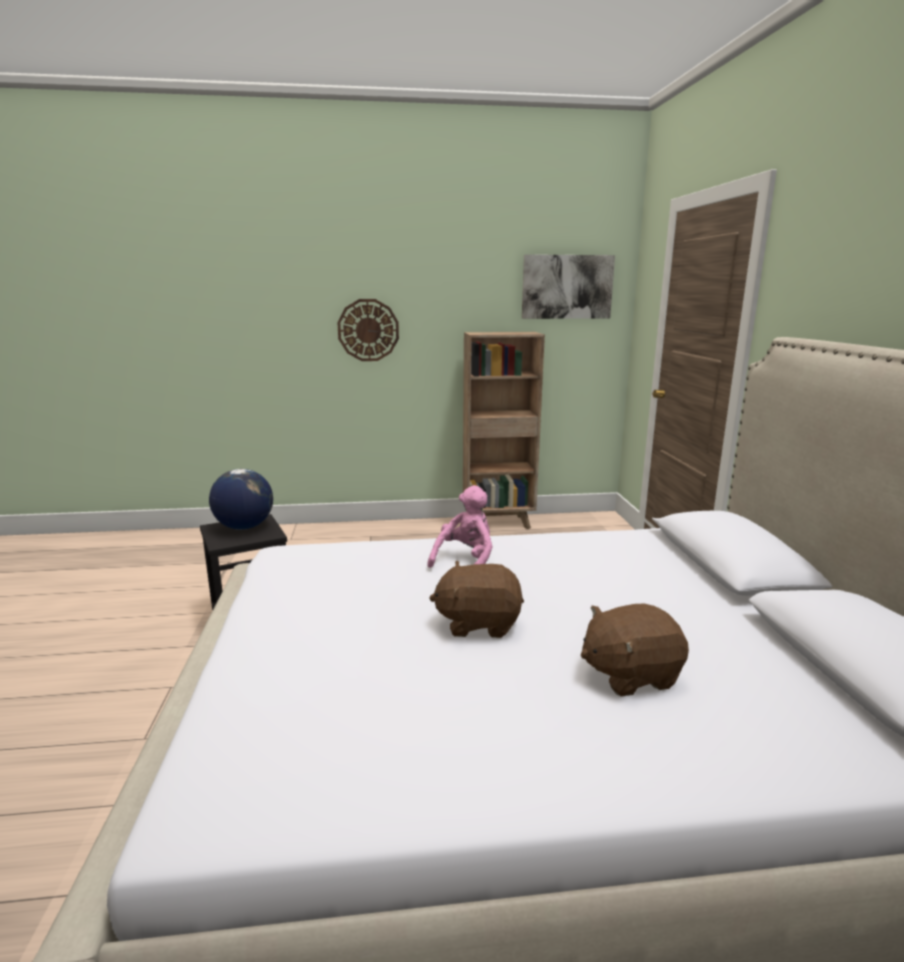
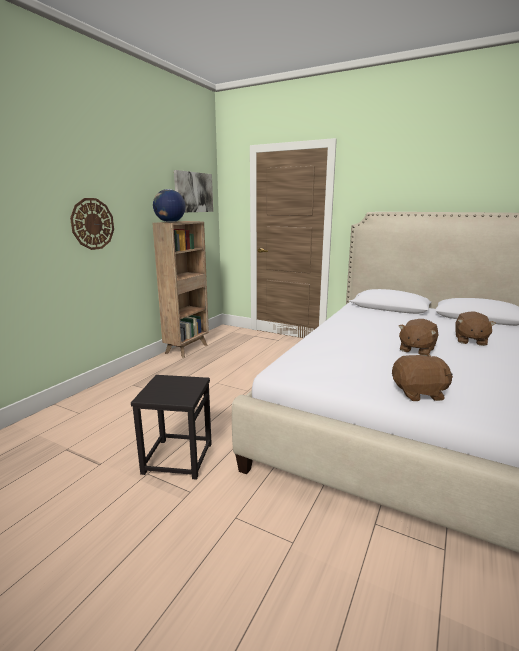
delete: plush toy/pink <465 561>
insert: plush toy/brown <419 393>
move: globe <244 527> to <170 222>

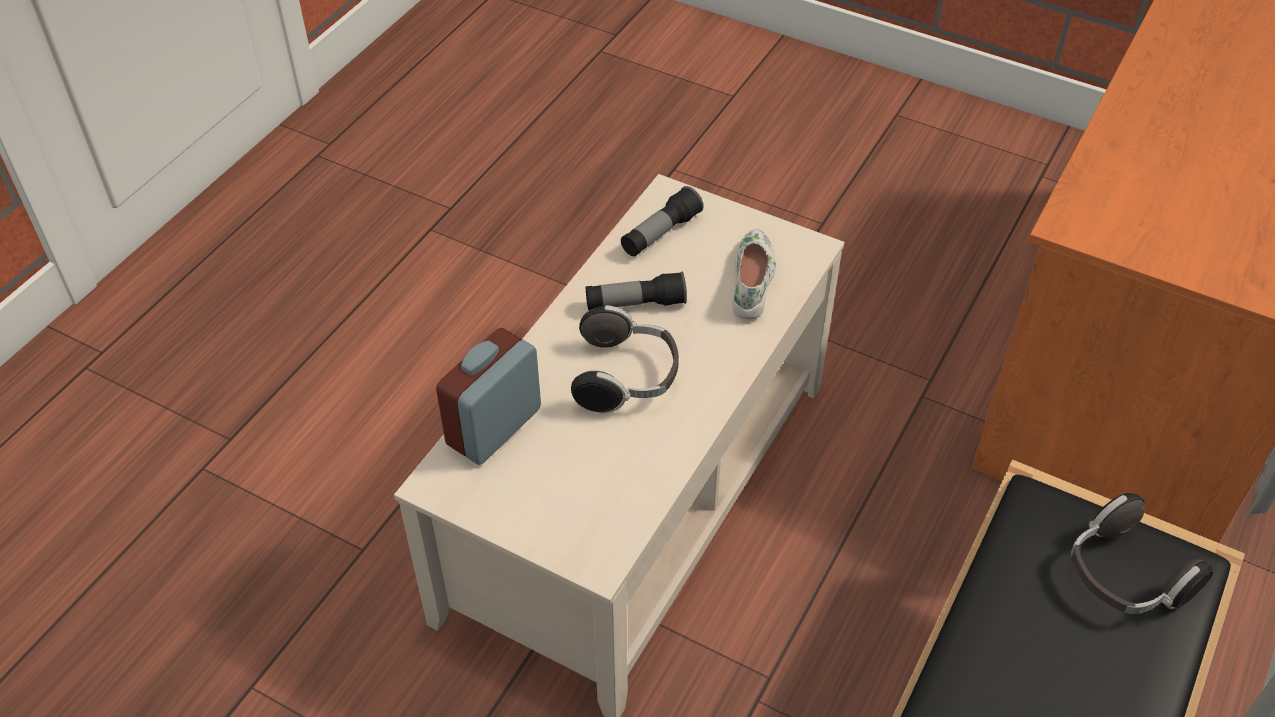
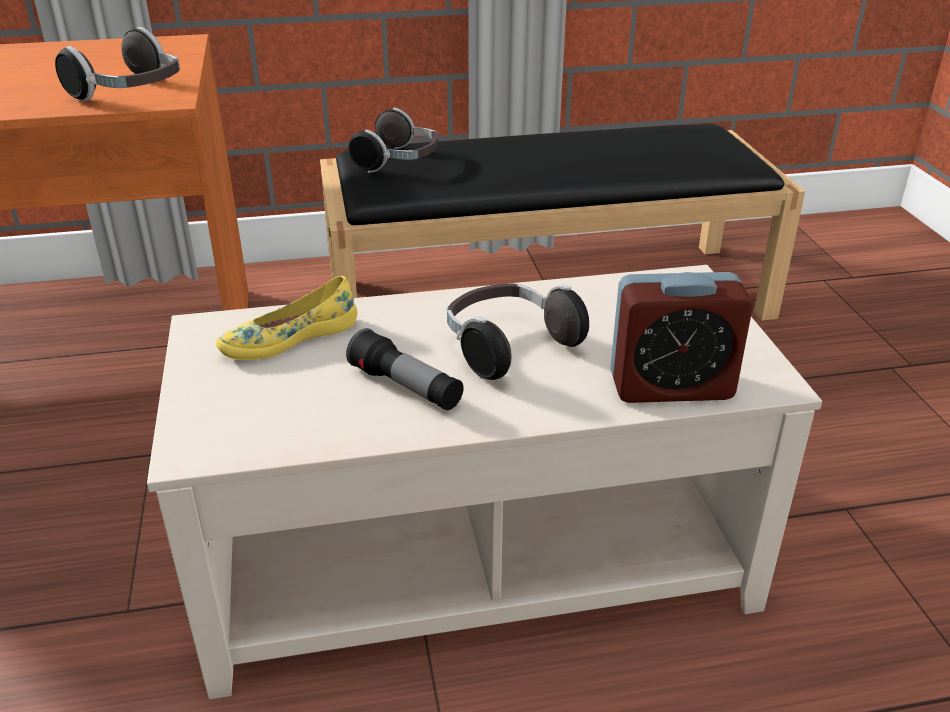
delete: flashlight <660 233>
insert: headphones <131 94>
recolor: shoe/white <753 281> to shoe/yellow <289 338>

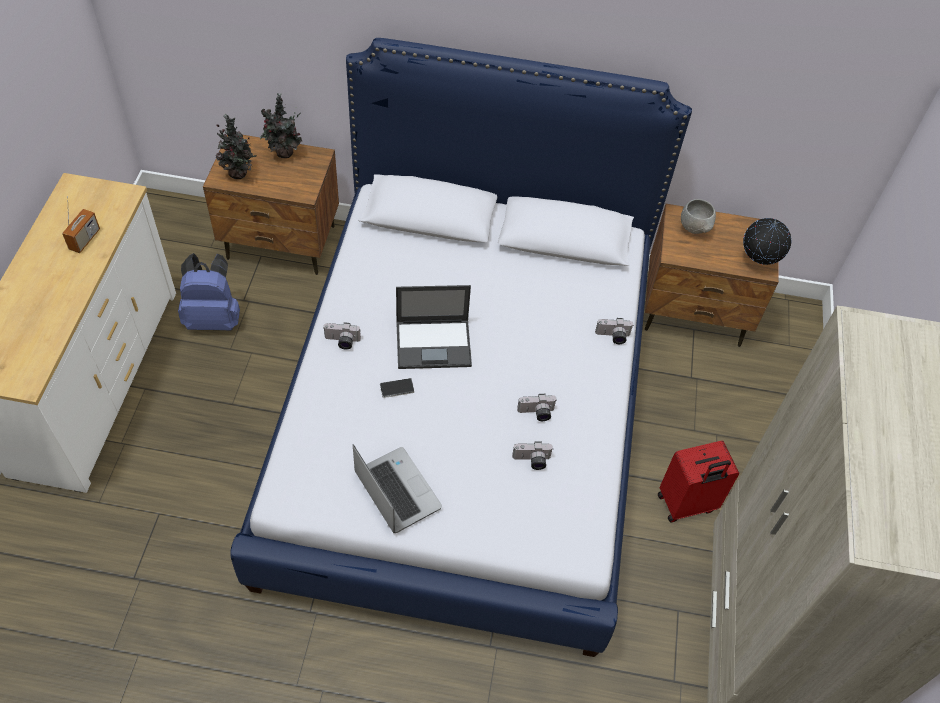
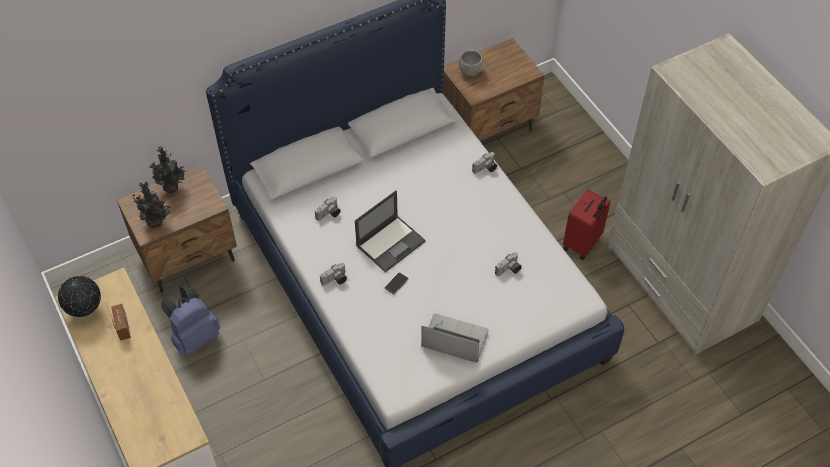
move: photo camera <536 413> to <329 214>; globe <758 261> to <85 310>

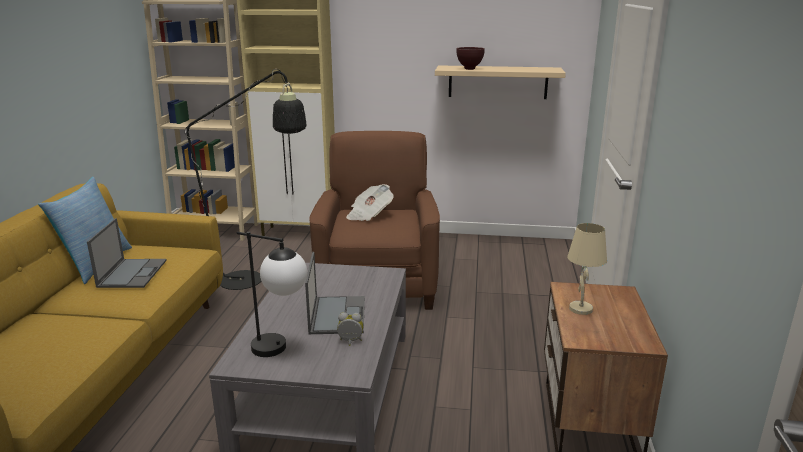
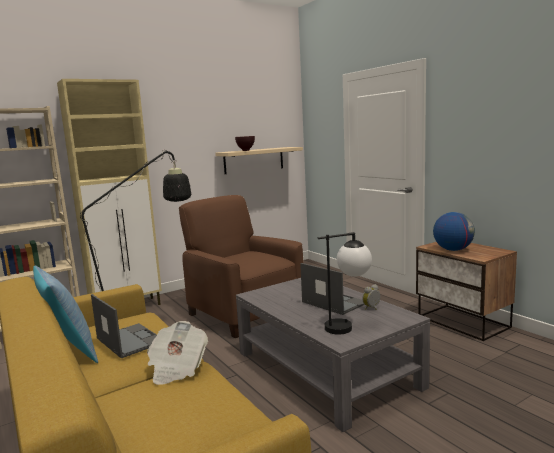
move: newspaper <369 215> to <177 368>
replace: table lamp/beige <580 308> to globe <453 250>

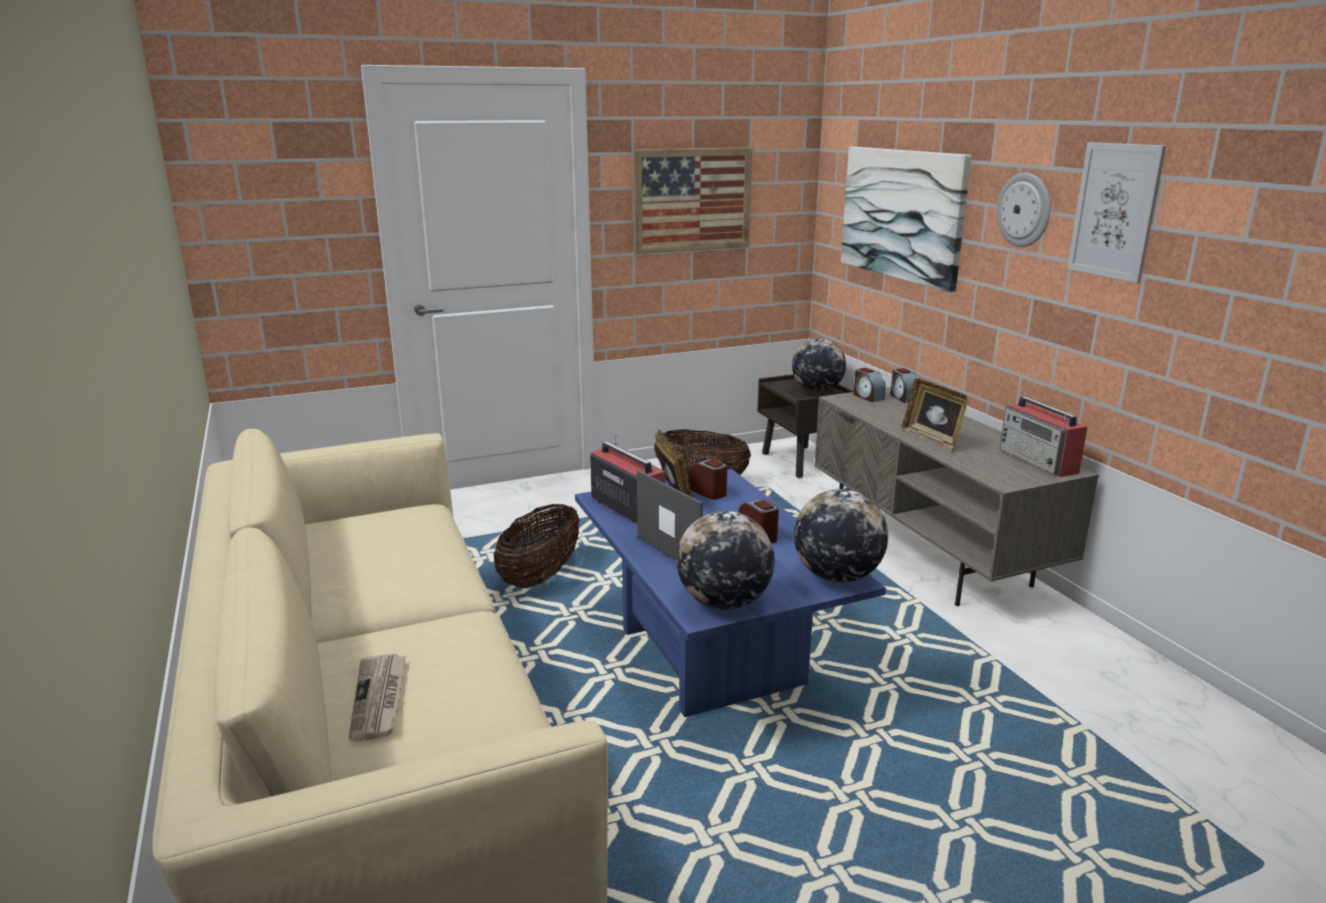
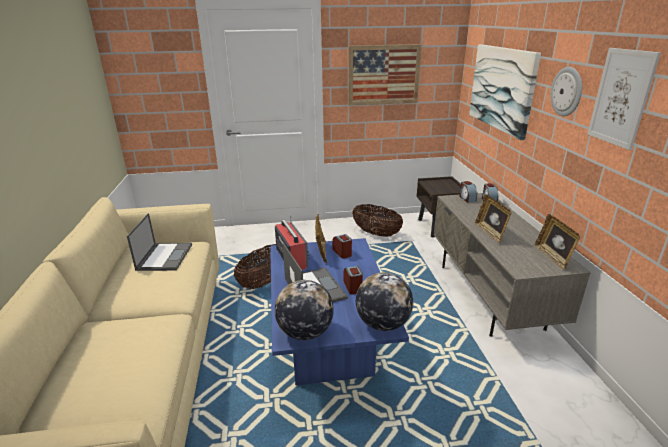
delete: newspaper <380 699>; globe <817 391>
insert: laptop <165 256>
replace: radio <1038 461> to picture frame <553 257>

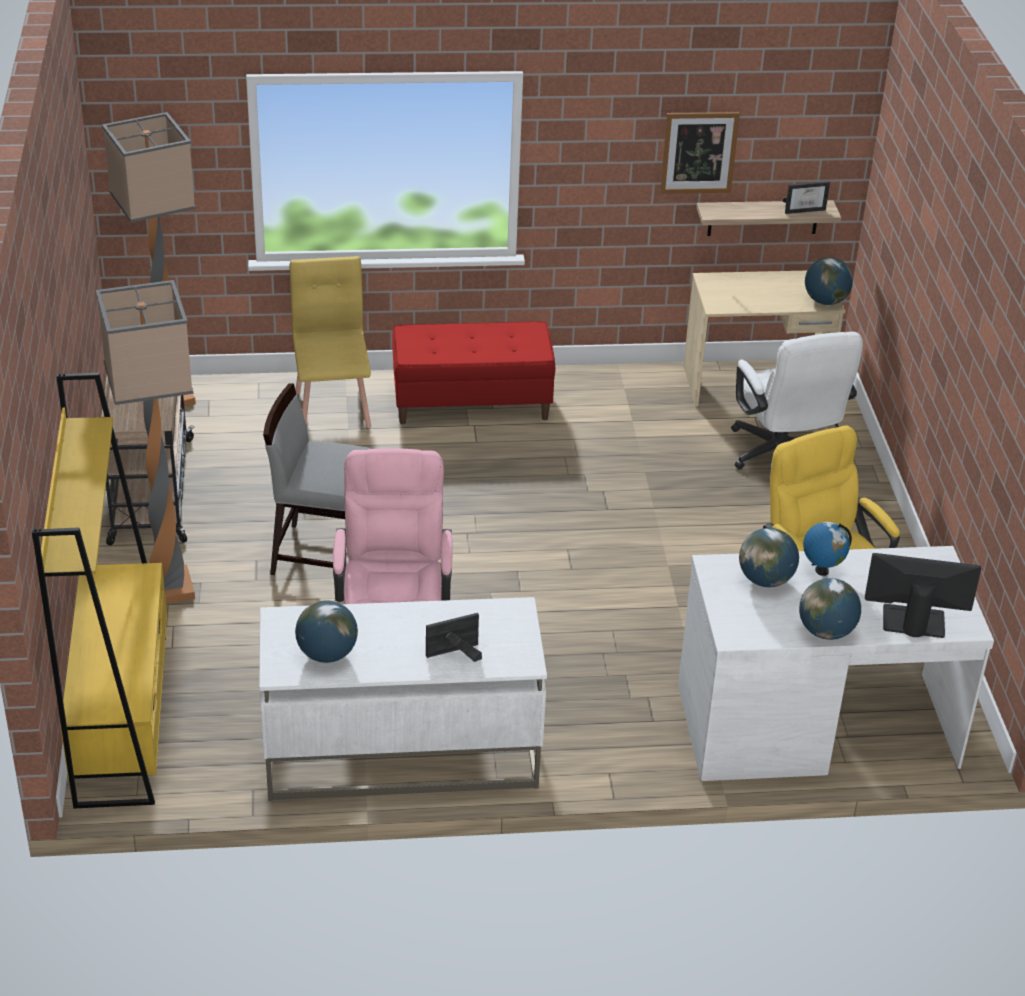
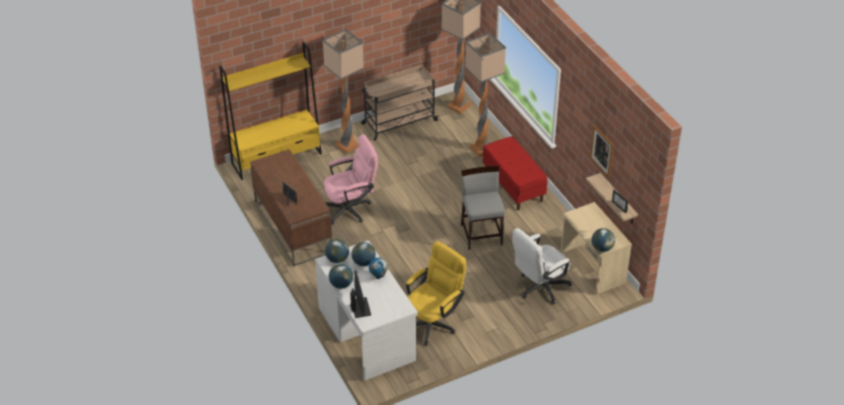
move: chair/grey <322 554> to <481 234>; globe <327 654> to <337 259>
replace: chair/yellow <333 409> to floor lamp <482 149>
recolor: desk/white <400 754> to desk/brown <293 227>

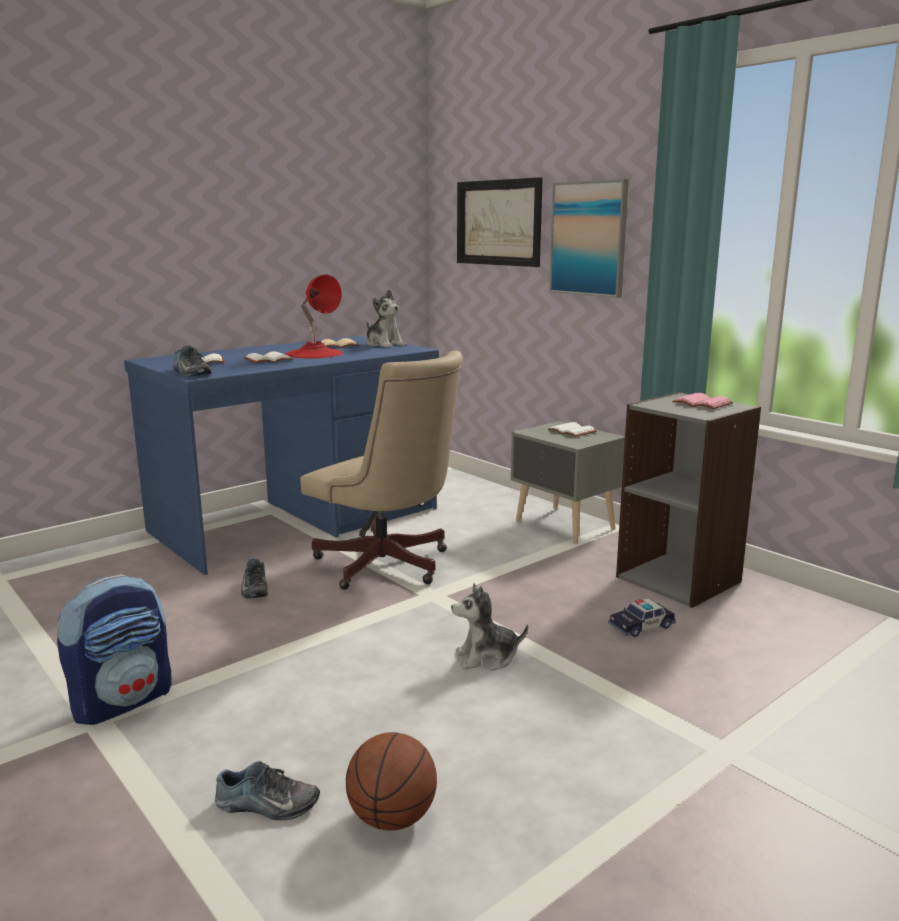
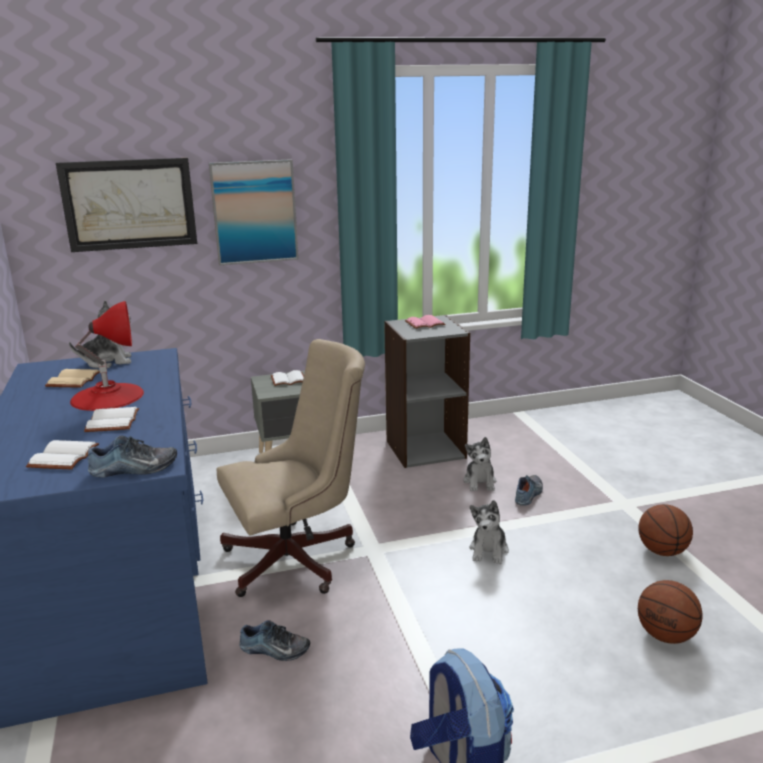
insert: basketball <661 551>
move: shoe <266 806> to <529 494>
replace: toy car <641 626> to plush toy <480 482>

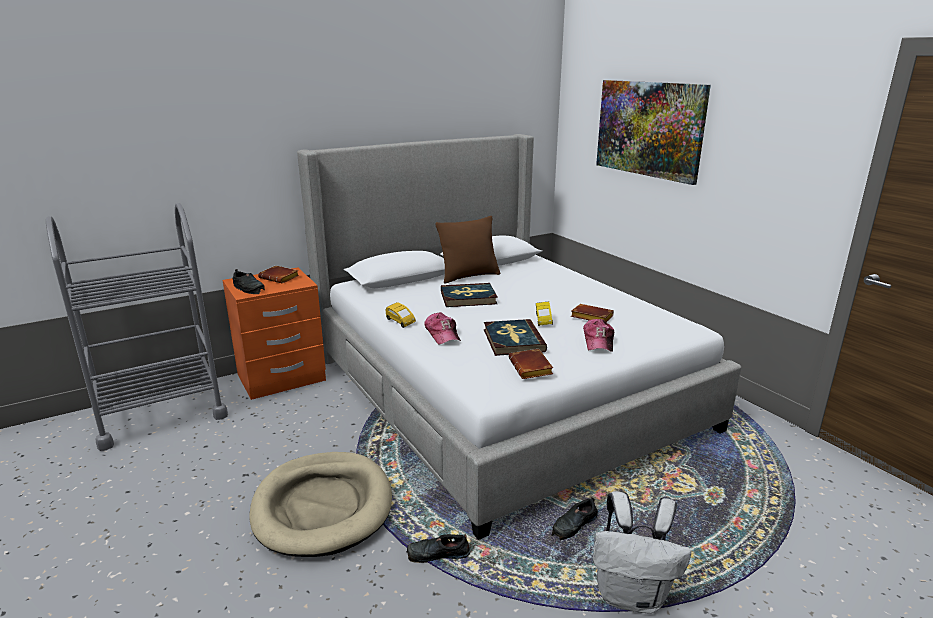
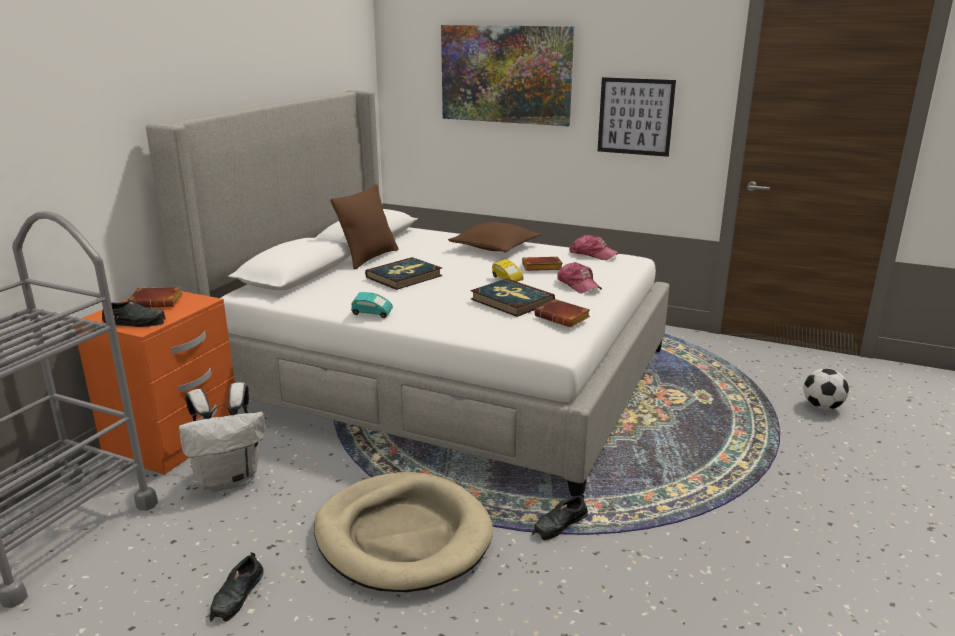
insert: pillow/brown <495 247>; picture <635 116>; football <822 407>
move: cap <442 334> to <593 254>; shoe/black <574 525> to <237 596>; backpack/white <632 595> to <230 479>
recolor: toy car/yellow <400 322> to toy car/turquoise <372 314>

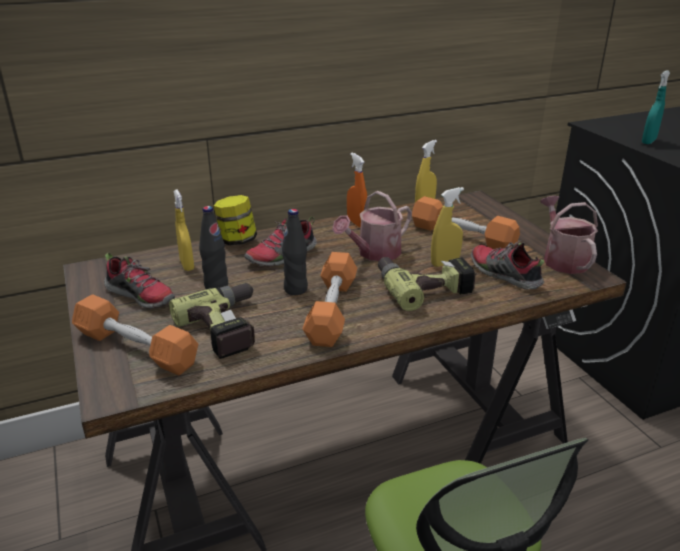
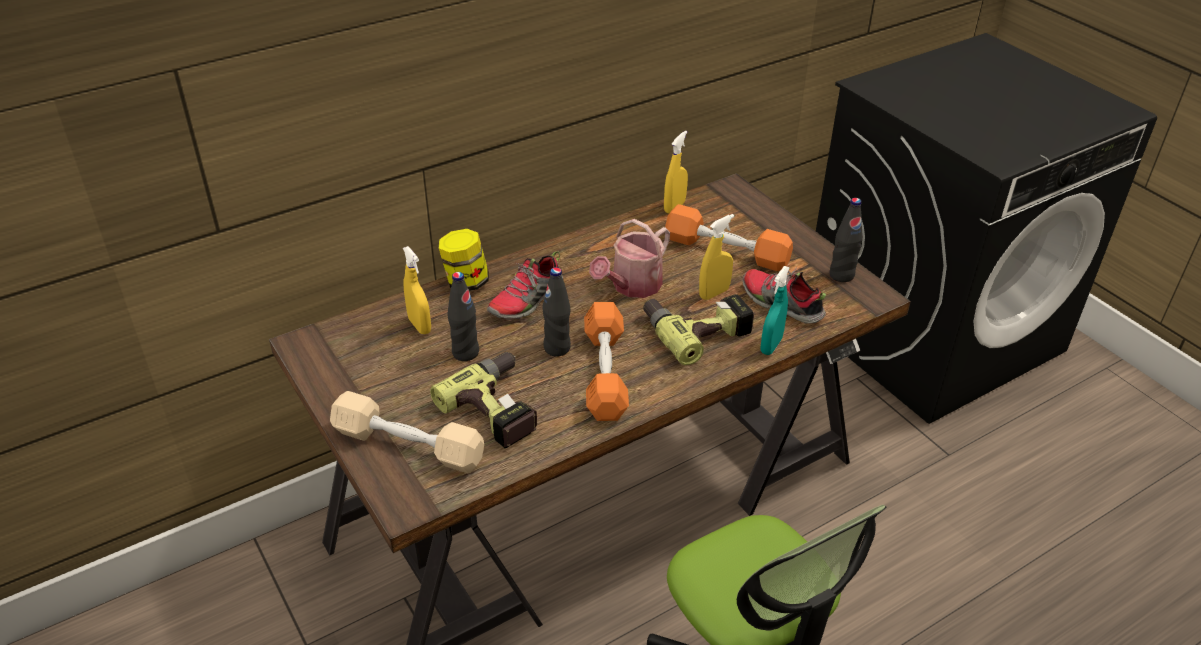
delete: shoe <141 296>; spray bottle/orange <356 223>
move: spray bottle/turquoise <648 141> to <771 346>
replace: watering can <562 259> to bottle/black <841 275>
recolor: dumbbell/orange <136 348> to dumbbell/beige <409 445>

